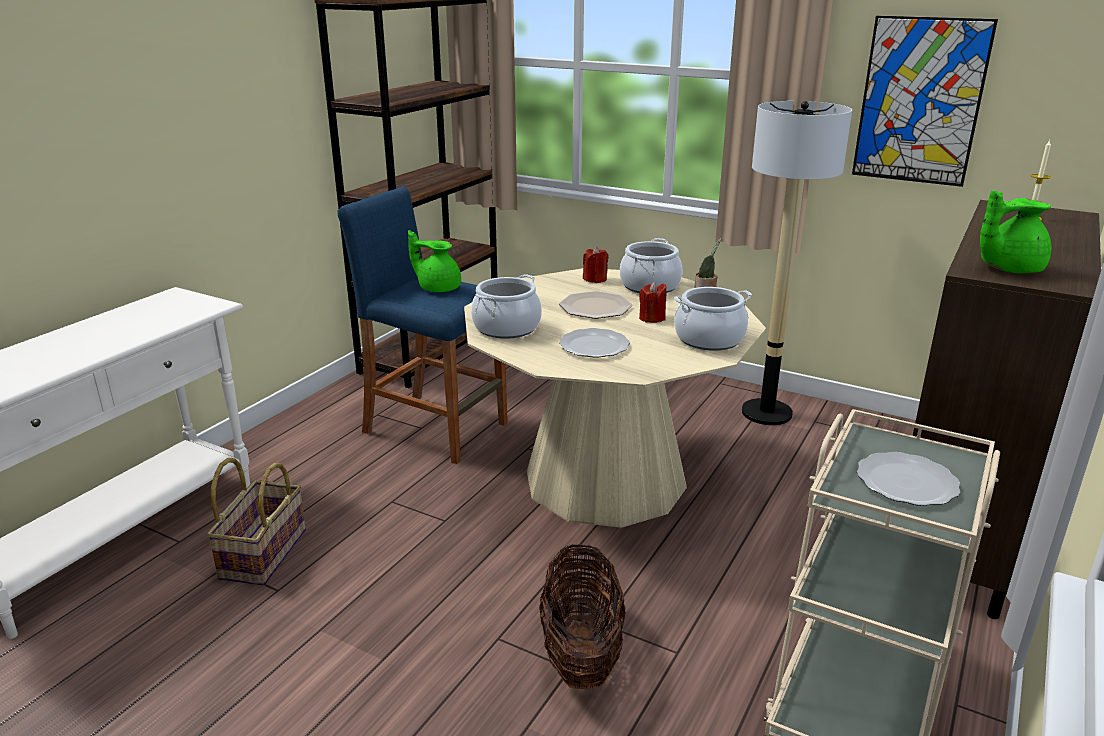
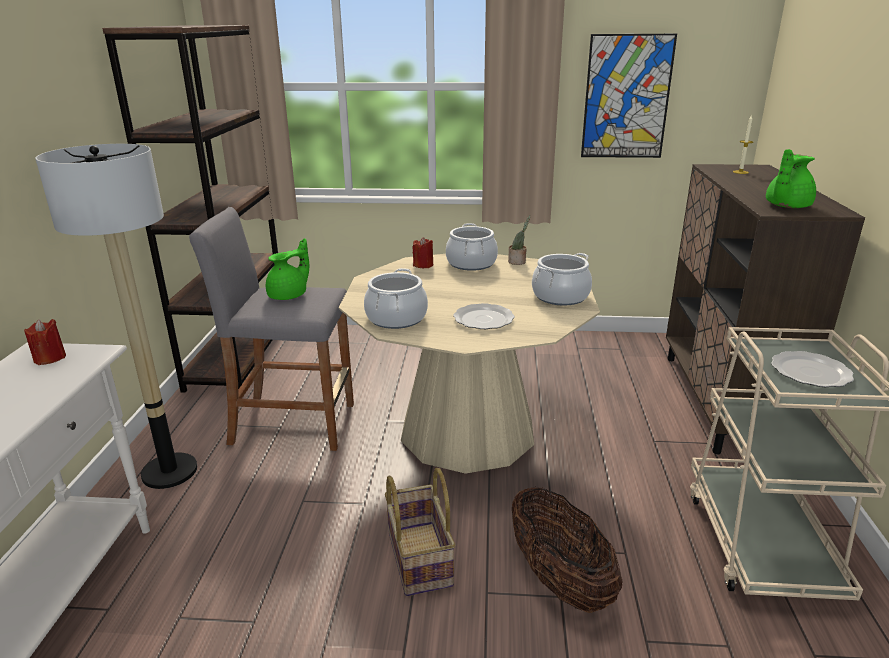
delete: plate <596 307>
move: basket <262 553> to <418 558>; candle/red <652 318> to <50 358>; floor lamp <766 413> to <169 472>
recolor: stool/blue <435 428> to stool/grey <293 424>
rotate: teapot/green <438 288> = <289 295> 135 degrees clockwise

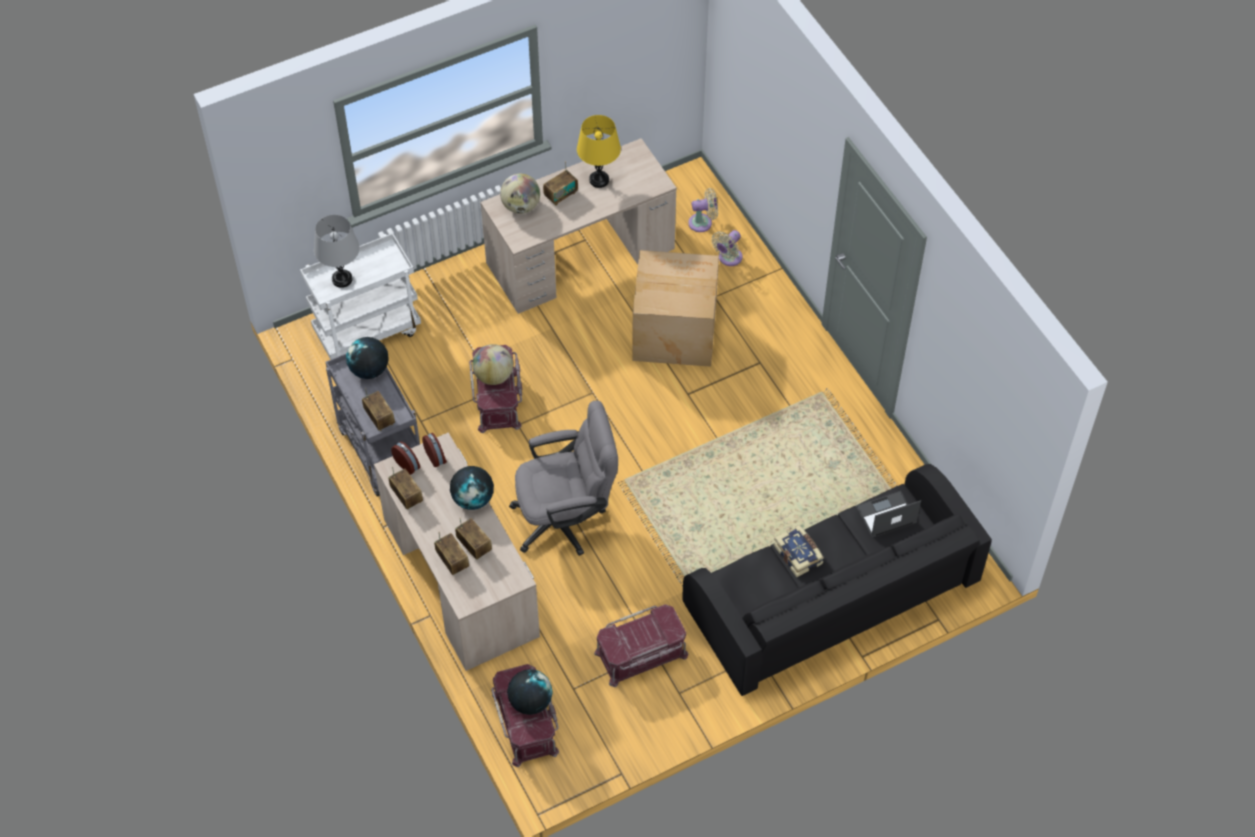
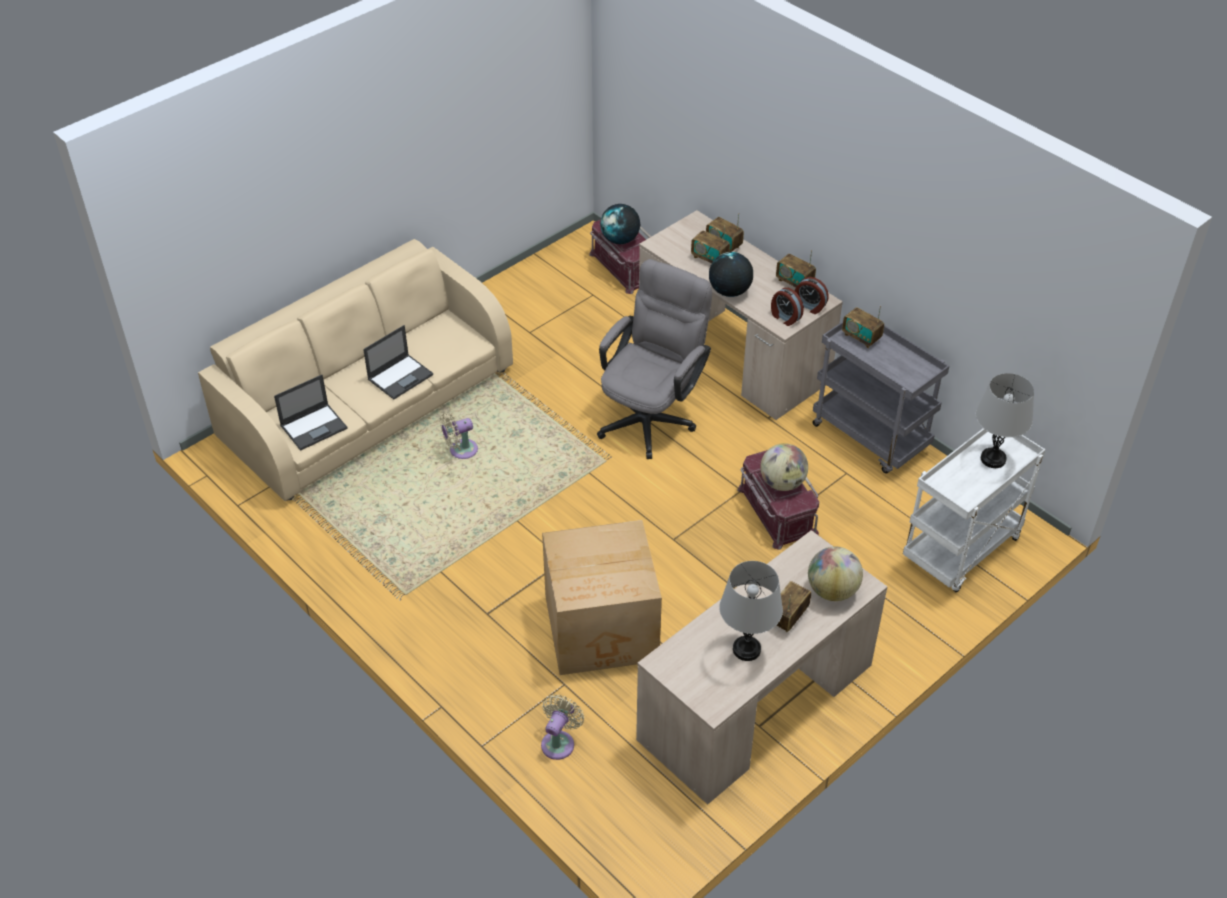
delete: globe <369 370>; storage box/red <641 655>
move: fan/beige <703 222> to <460 450>
replace: book <799 554> to laptop <401 376>
recolor: table lamp/yellow <599 180> to table lamp/grey <746 649>; sofa/black <831 596> to sofa/beige <367 402>
rotate: office chair/grey <566 519> = <651 416> 150 degrees clockwise

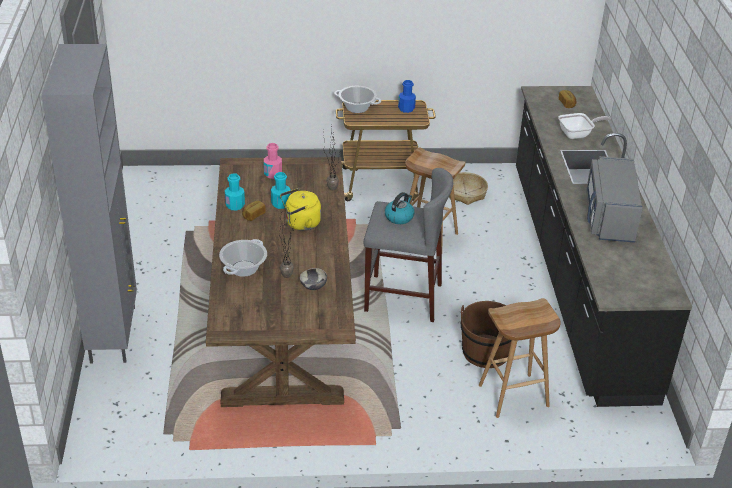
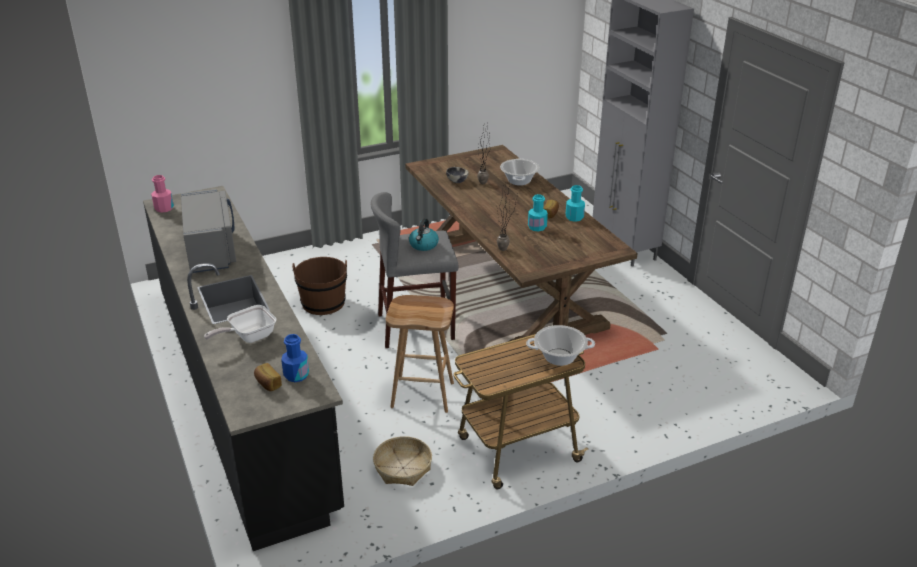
delete: kettle/yellow <300 224>; stool/brown <513 396>
move: bottle/pink <273 174> to <164 208>; bottle/blue <406 109> to <296 375>

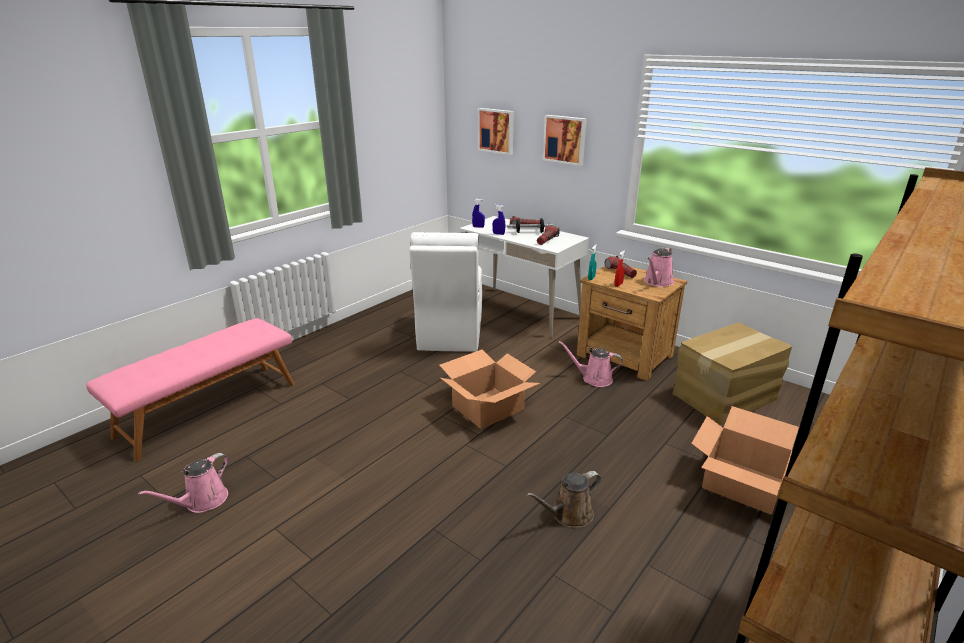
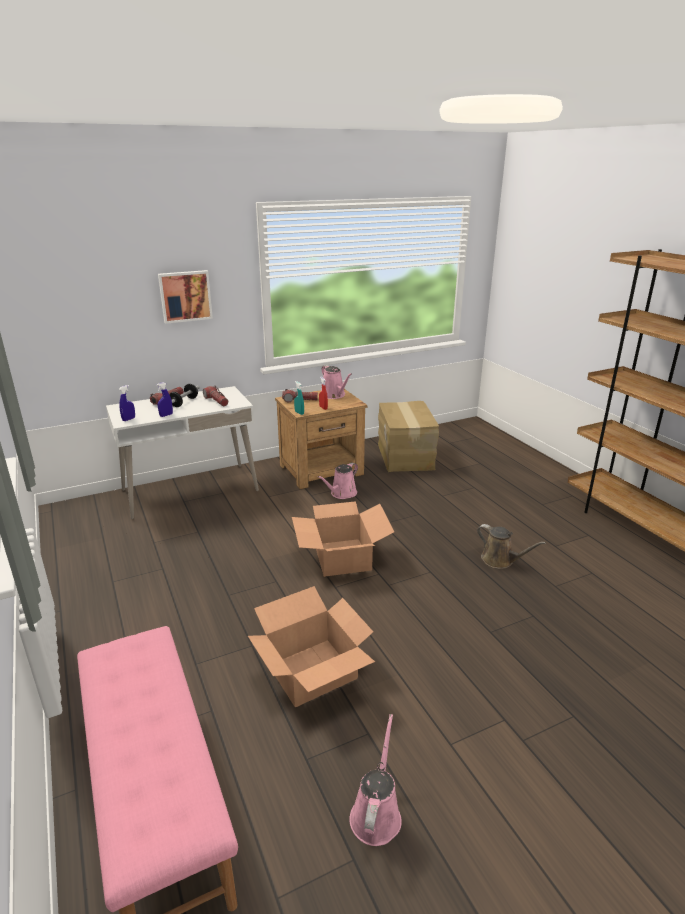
delete: chair/white <449 334>; picture <496 130>
move: cardboard box <742 484> to <313 672>
rotate: watering can/pink <202 501> = <376 813> 135 degrees counterclockwise; watering can/brown <569 515> = <500 560> 45 degrees counterclockwise

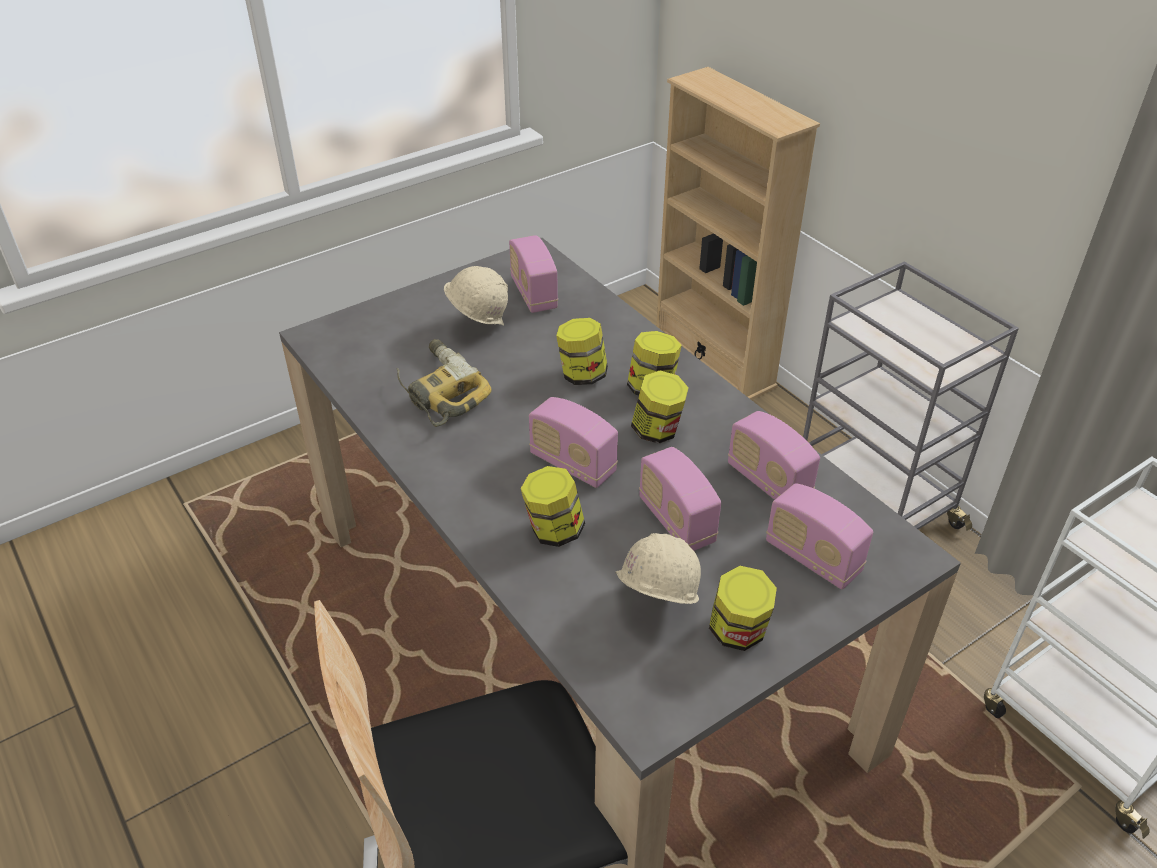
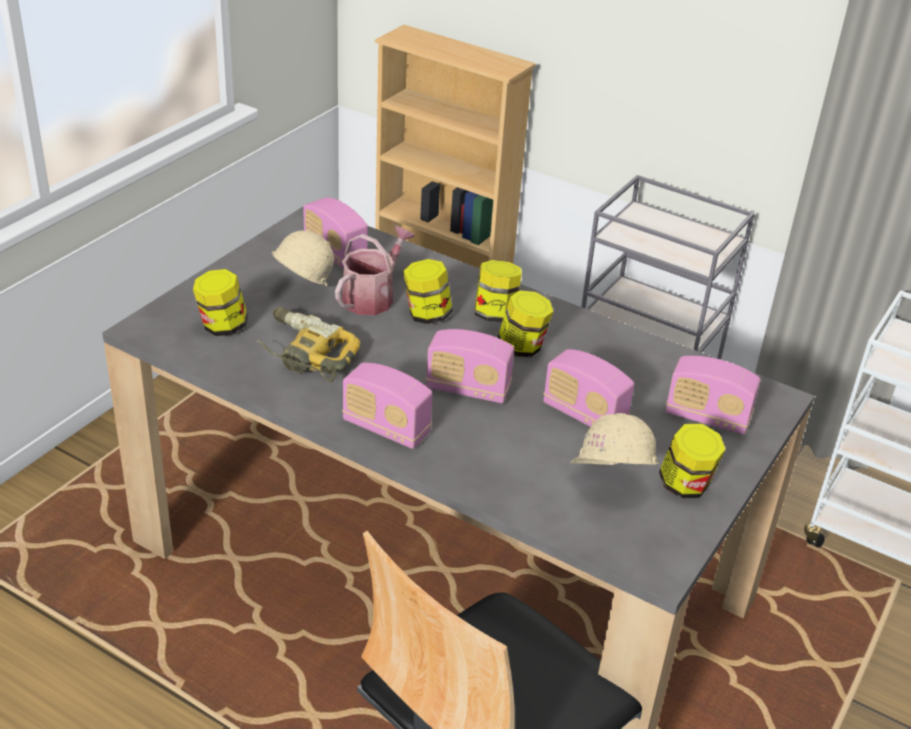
insert: watering can <372 297>
move: jar <553 531> to <222 327>; radio <768 482> to <386 428>

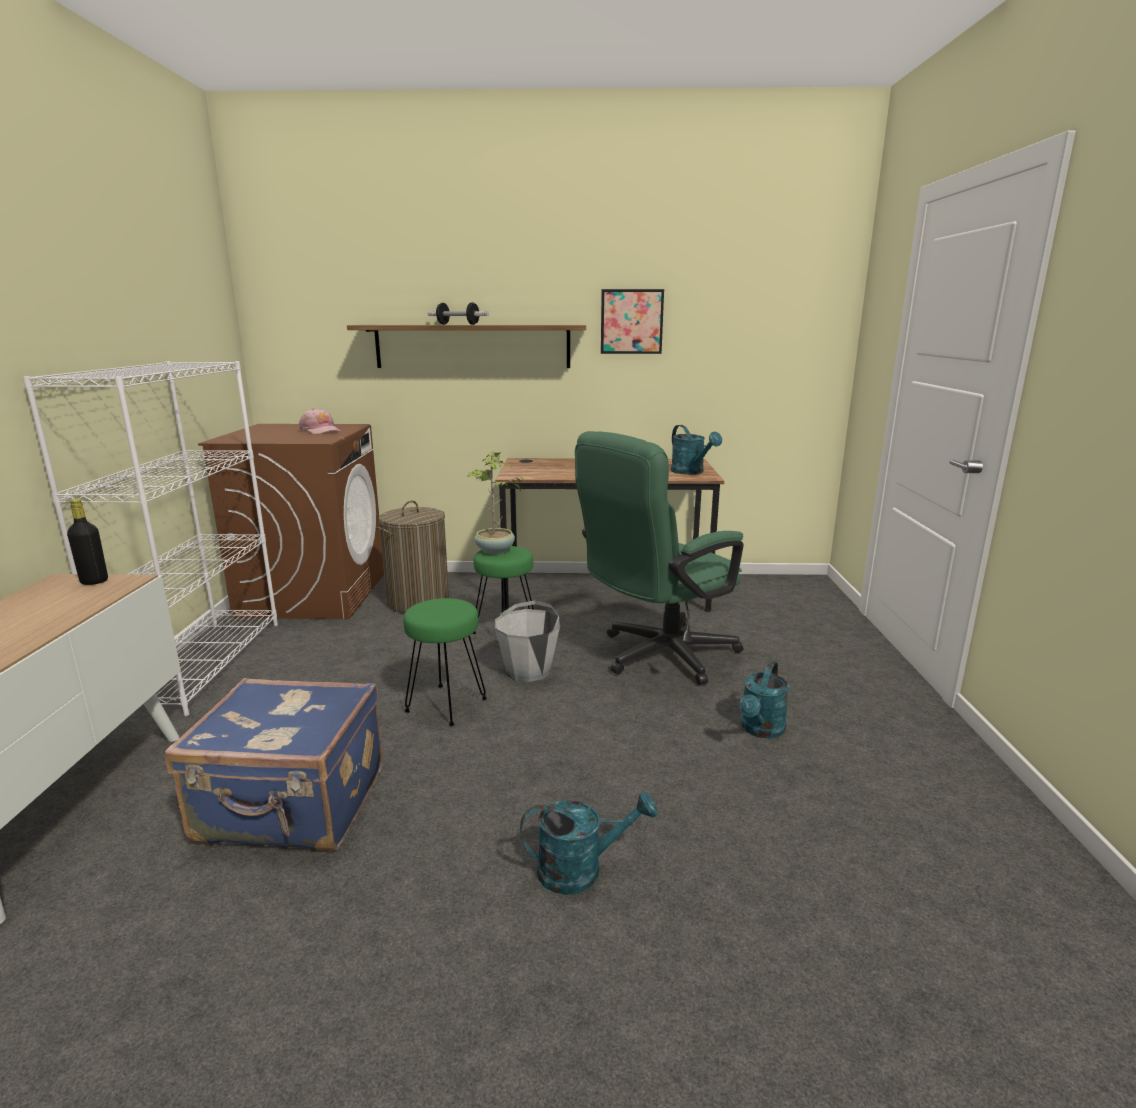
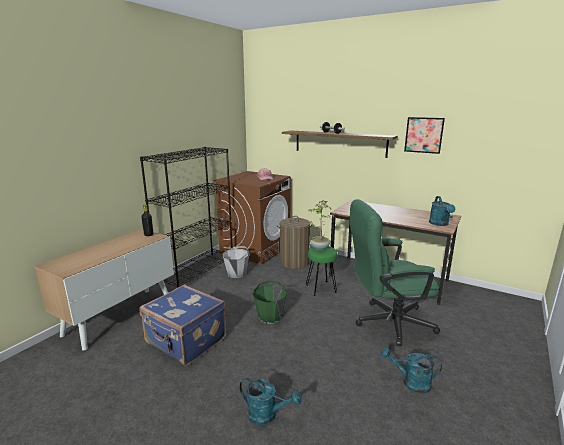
move: bucket/grey <528 671> to <237 274>
replace: stool/green <447 704> to bucket/green <270 317>
recolor: bookcase/white <202 663> to bookcase/black <197 271>
rotate: watering can/turquoise <760 730> = <411 382> 45 degrees clockwise

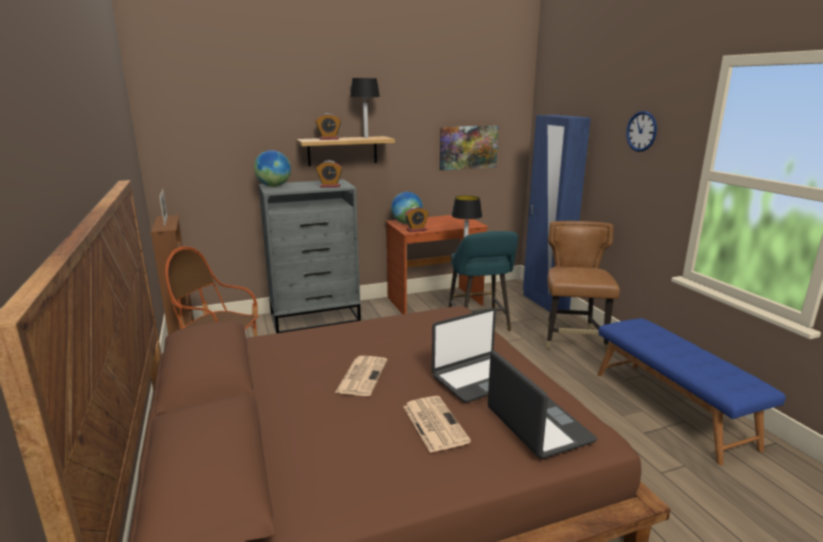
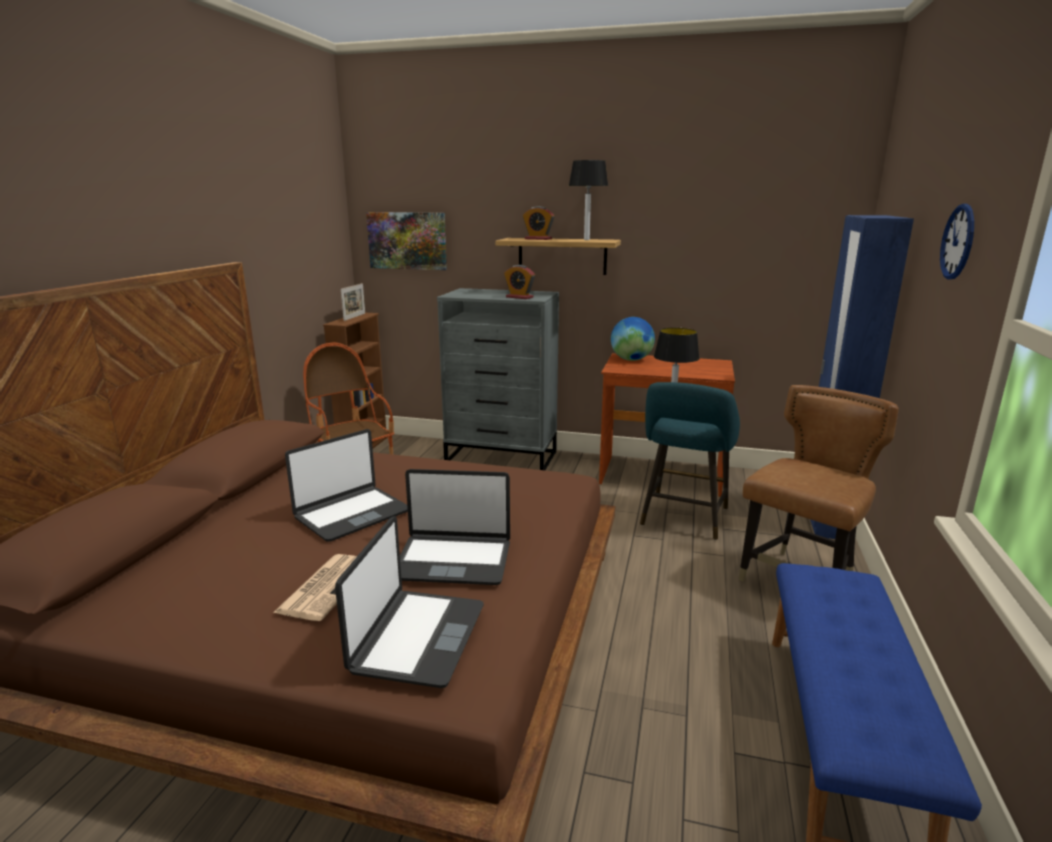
delete: globe <273 186>; alarm clock <416 230>
move: picture <468 147> to <407 240>
replace: newspaper <362 375> to laptop <351 514>

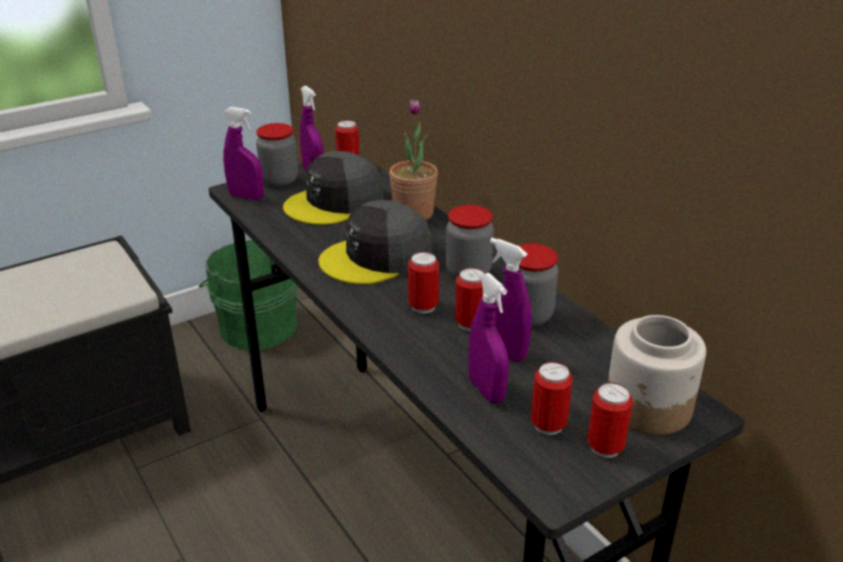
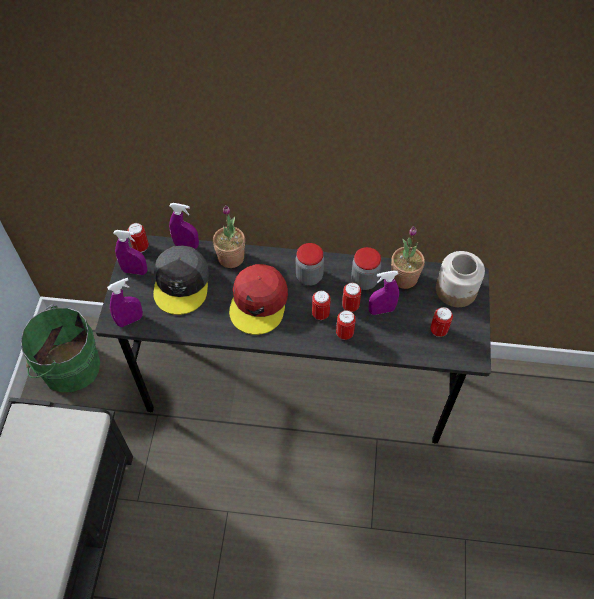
delete: jar <279 180>
insert: potted plant <404 278>
move: spray bottle/purple <486 390> to <186 245>; can <605 447> to <344 333>
recolor: cap/grey <377 257> to cap/red <259 302>

